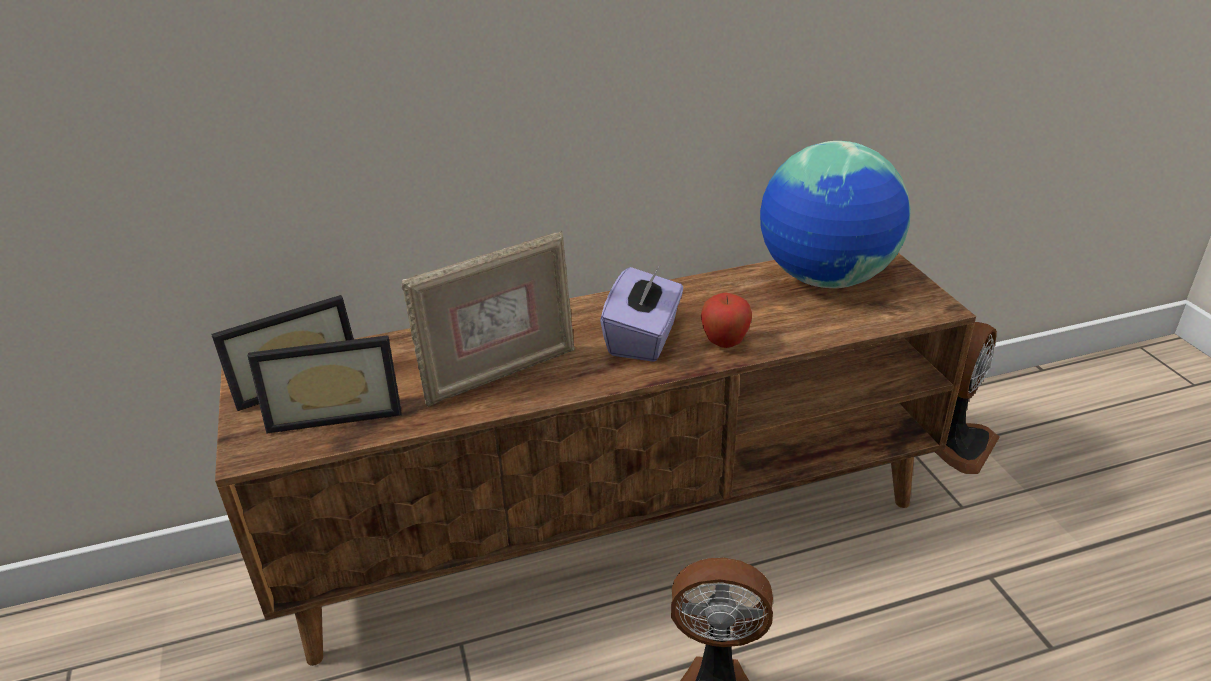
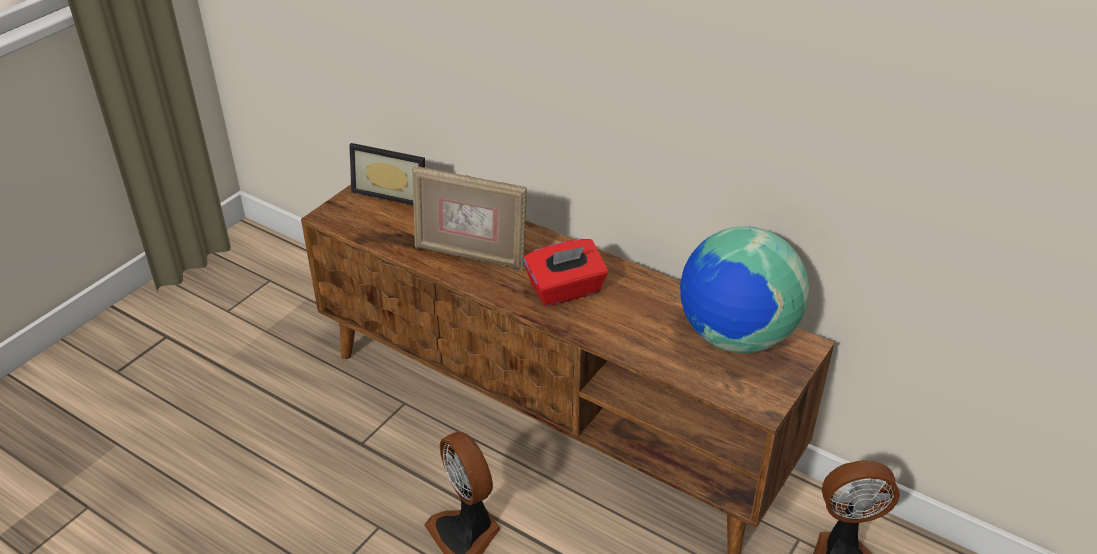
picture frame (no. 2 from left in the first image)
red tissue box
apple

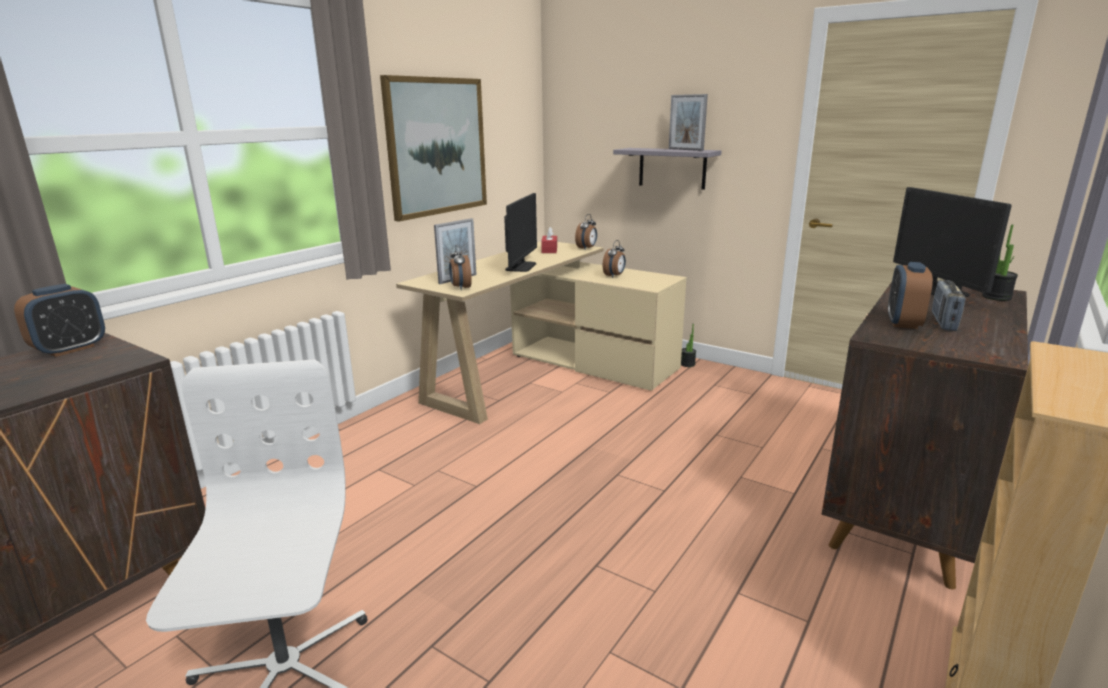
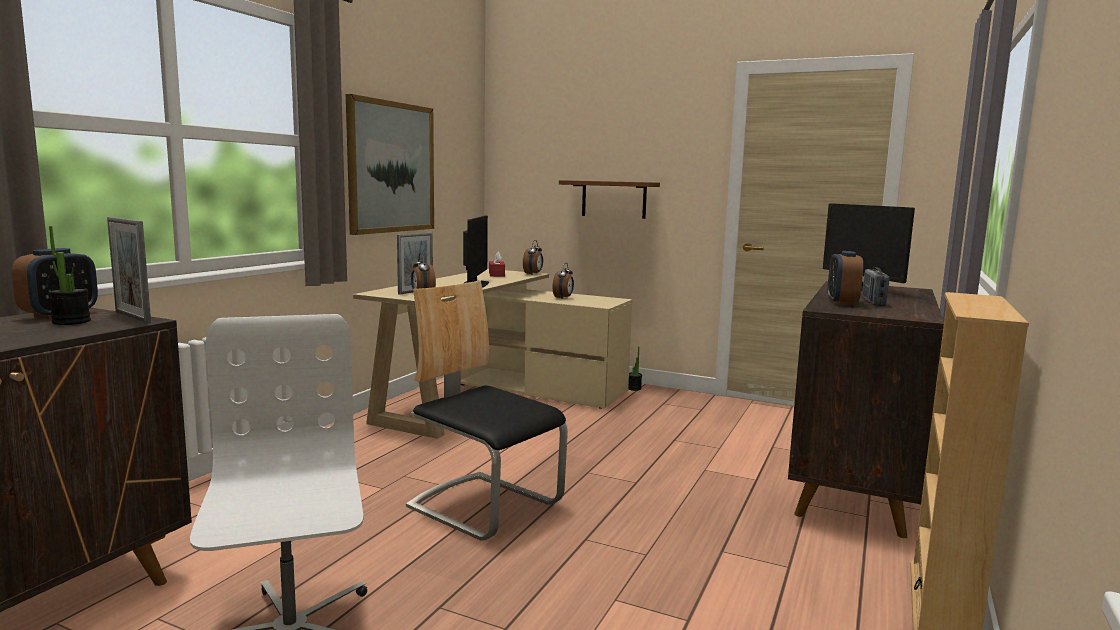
brown shelf
picture frame (no. 1 from left)
potted plant (no. 1 from left)
chair

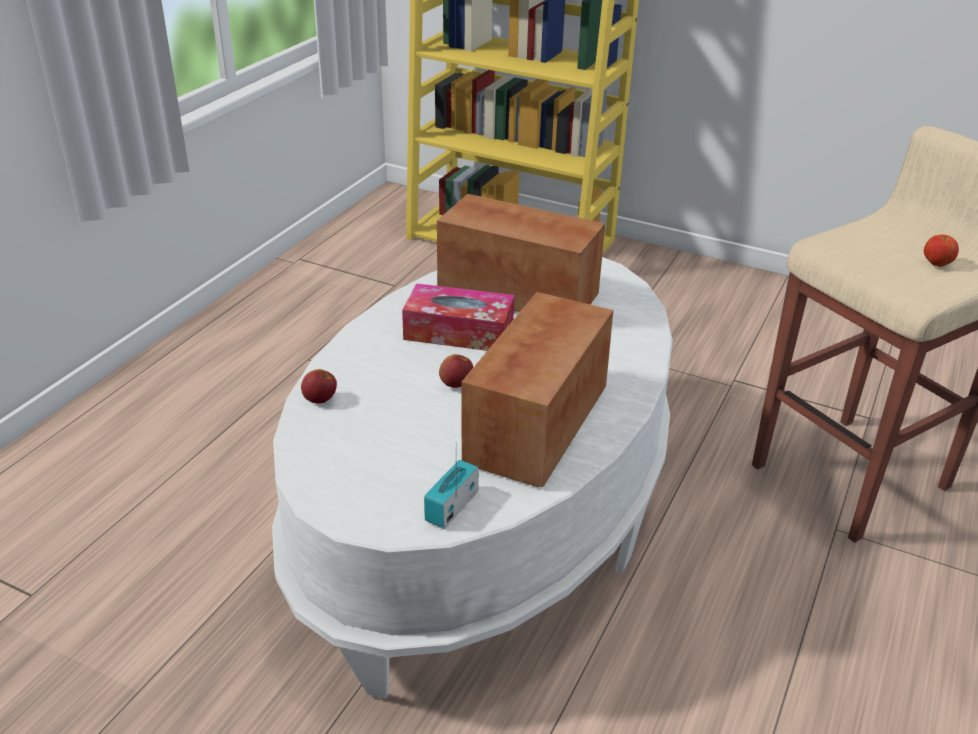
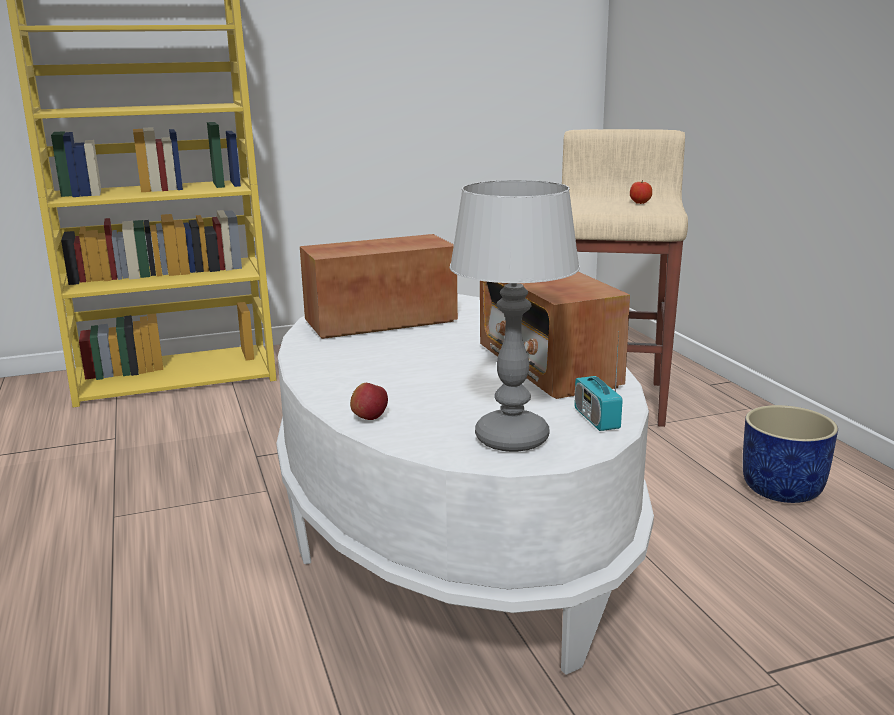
tissue box
apple (no. 2 from left in the first image)
table lamp
blue planter

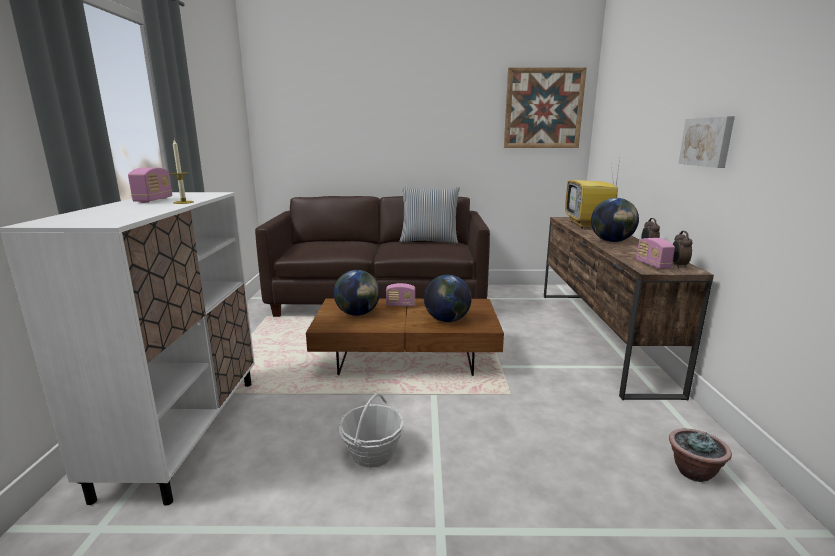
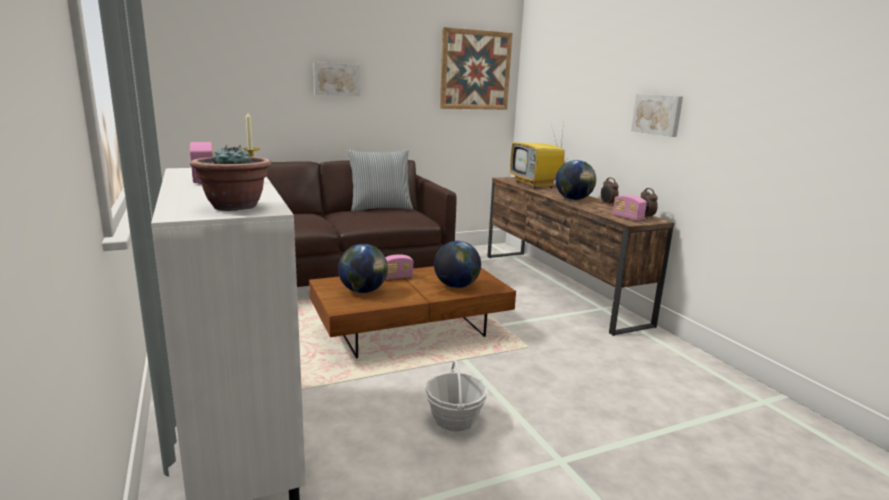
potted plant
picture (no. 1 from left)

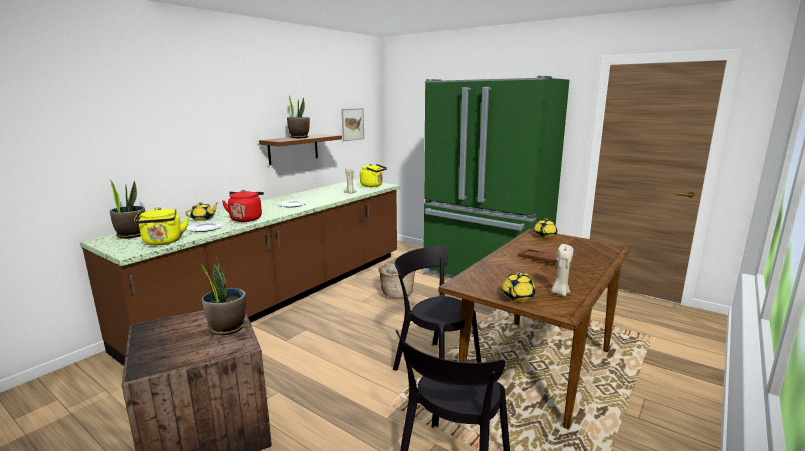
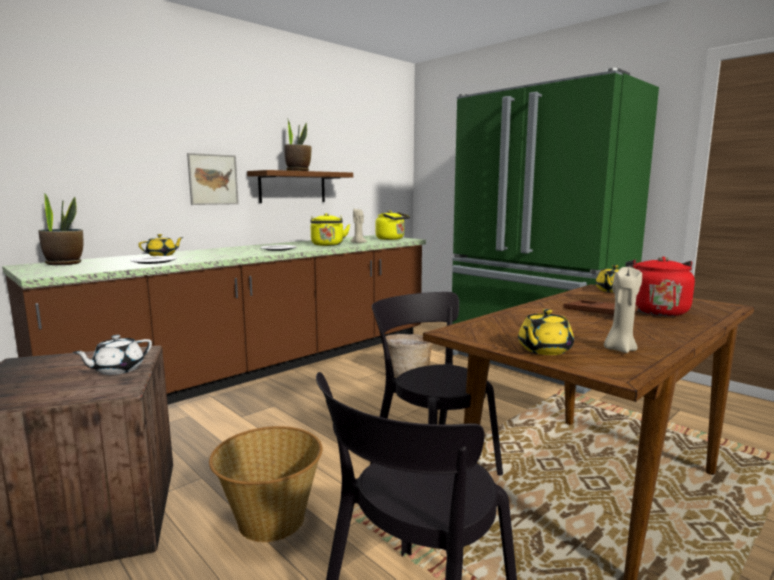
yellow kettle (no. 1 from left)
white teapot
red kettle
picture
basket (no. 1 from left)

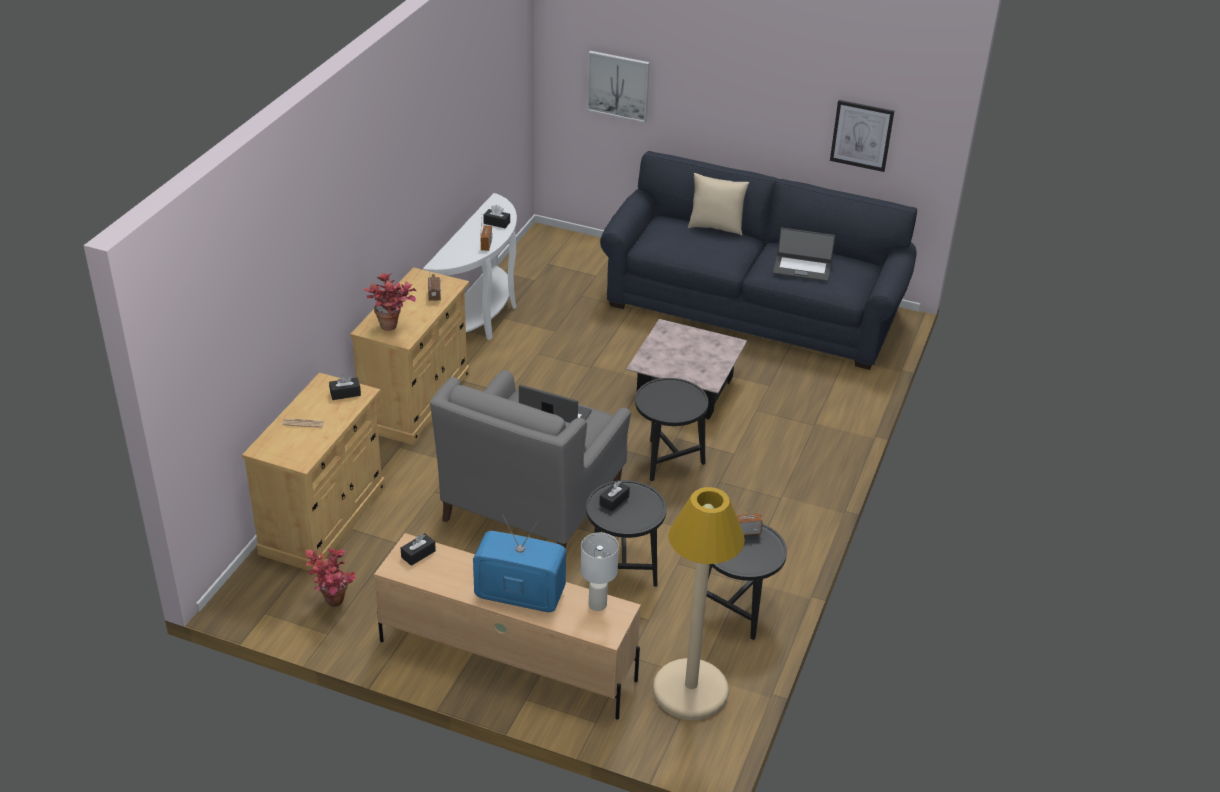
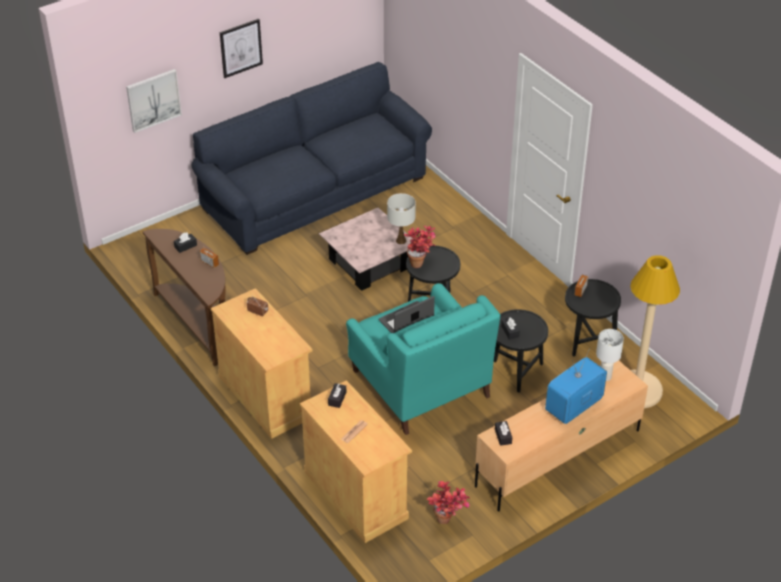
potted plant (no. 1 from left)
brown console table
turquoise armchair
beige pillow
laptop (no. 2 from left in the first image)
picture (no. 2 from left)
white table lamp (no. 1 from left)

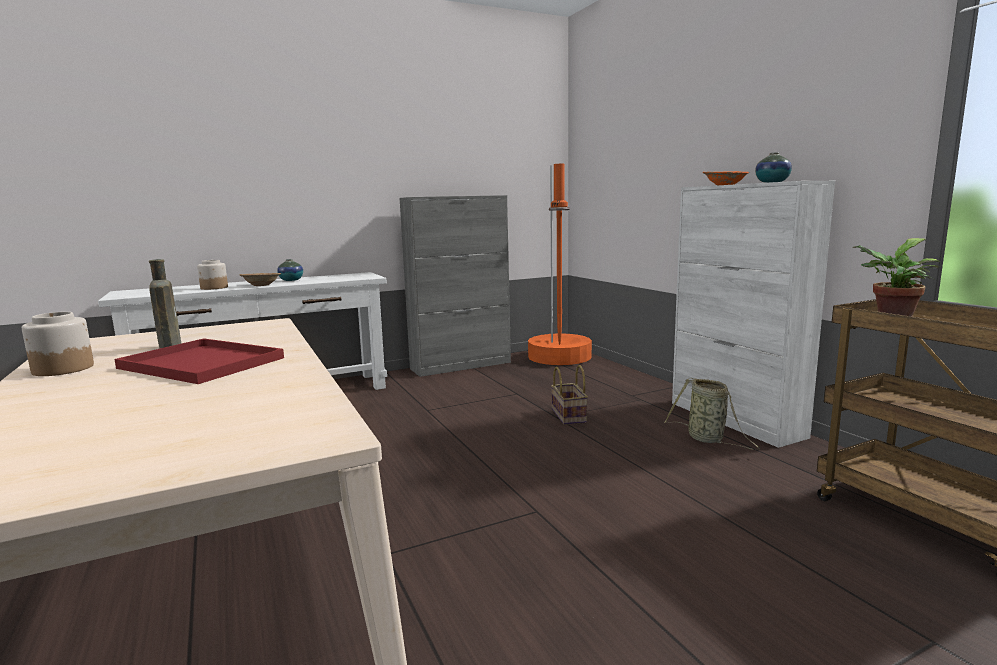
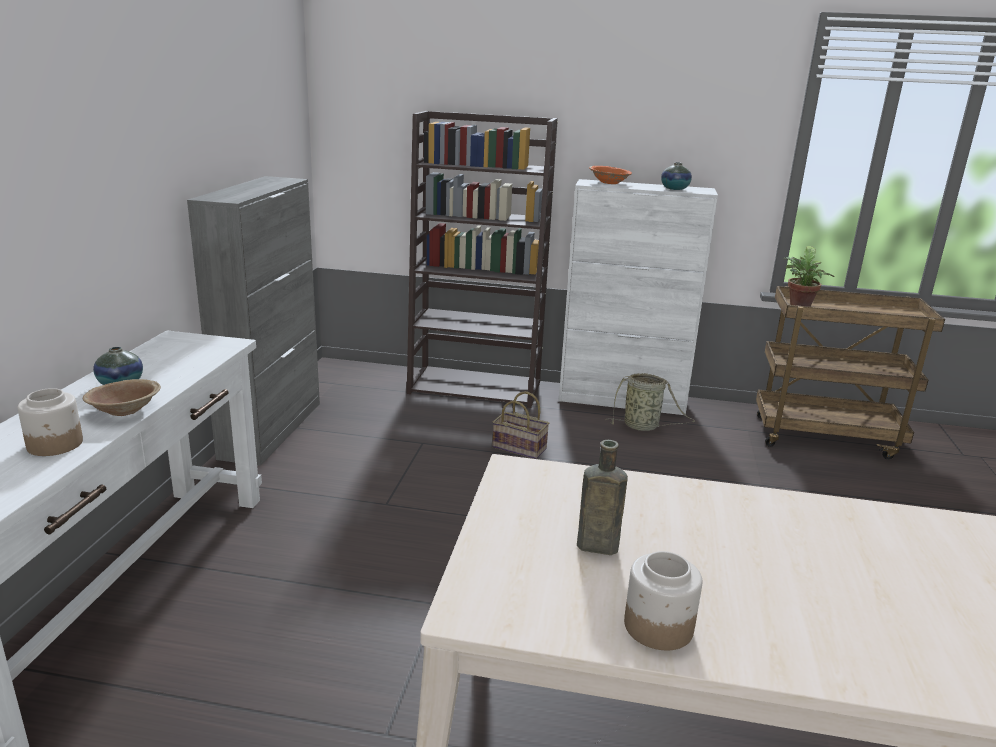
red tray
orange floor lamp
brown bookcase

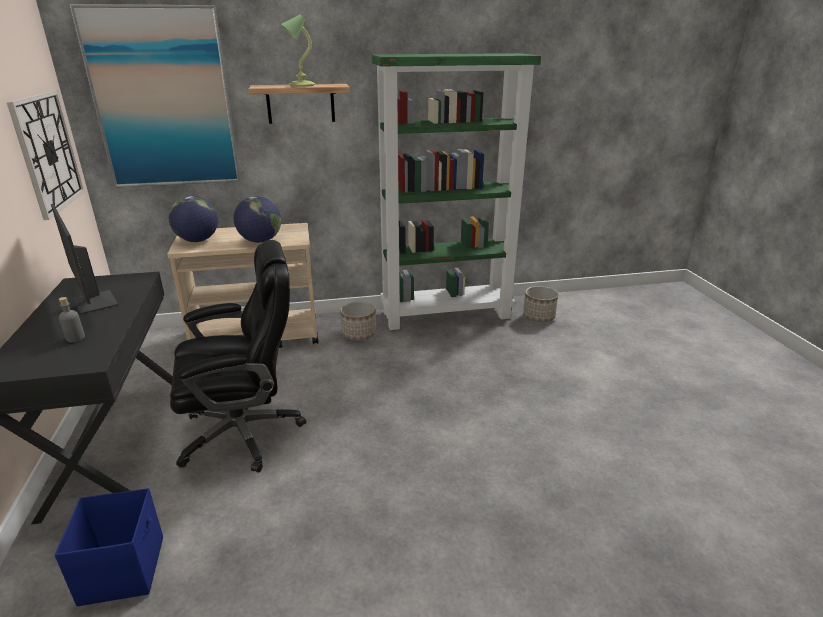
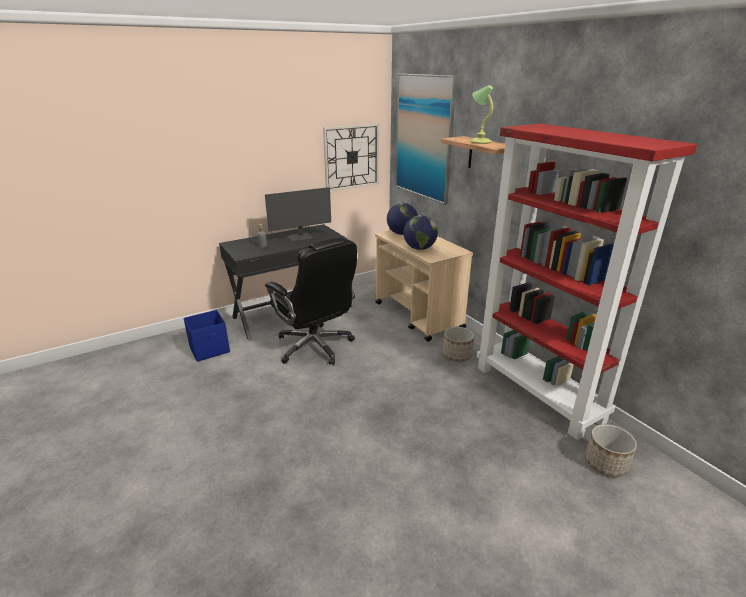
monitor
red bookcase

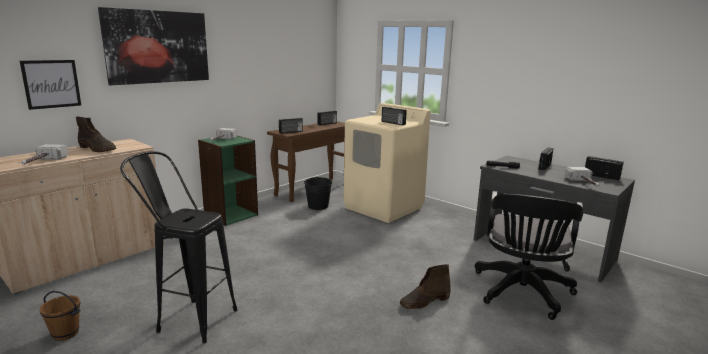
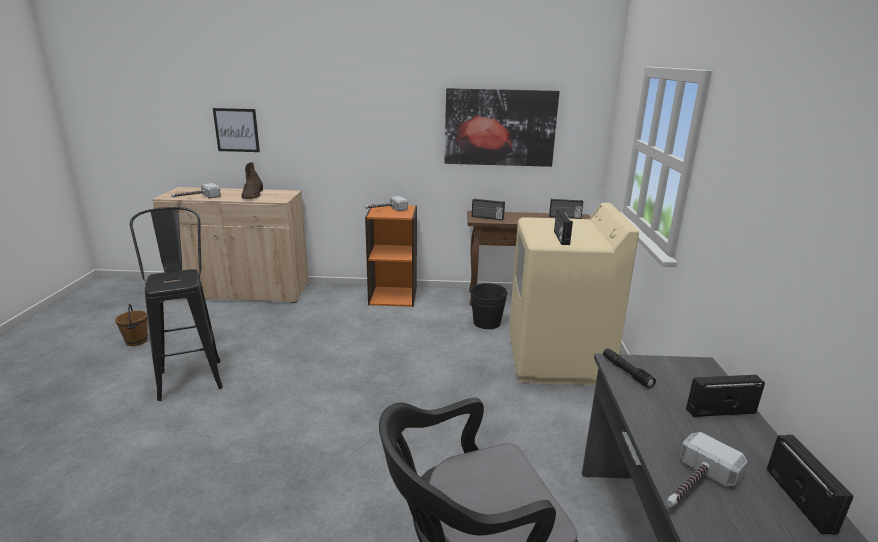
picture (no. 2 from left)
orange bookcase
brown boot (no. 2 from left in the first image)

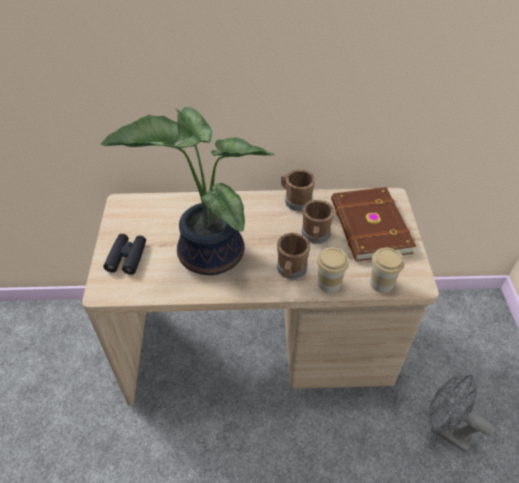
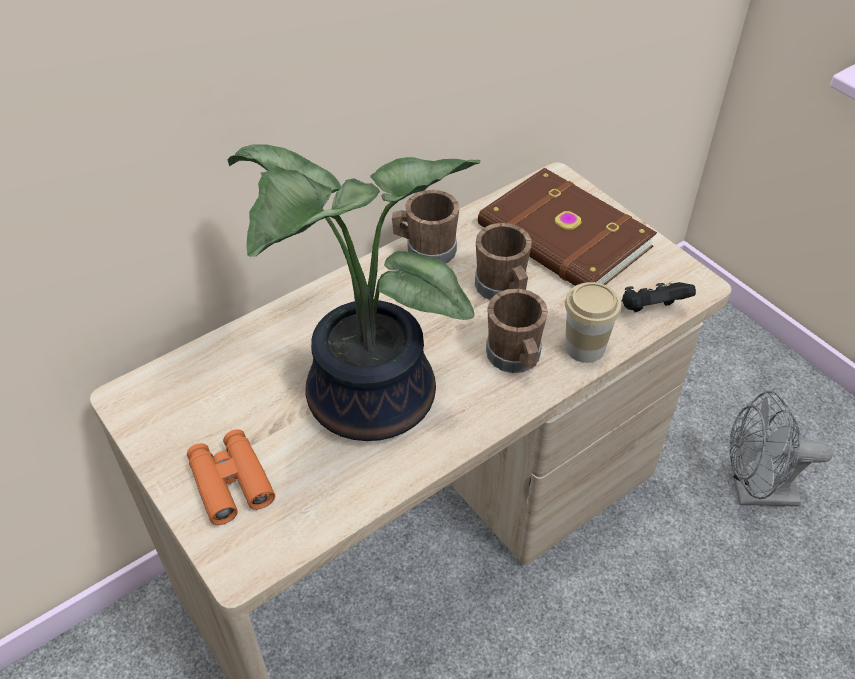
orange binoculars
black game controller

